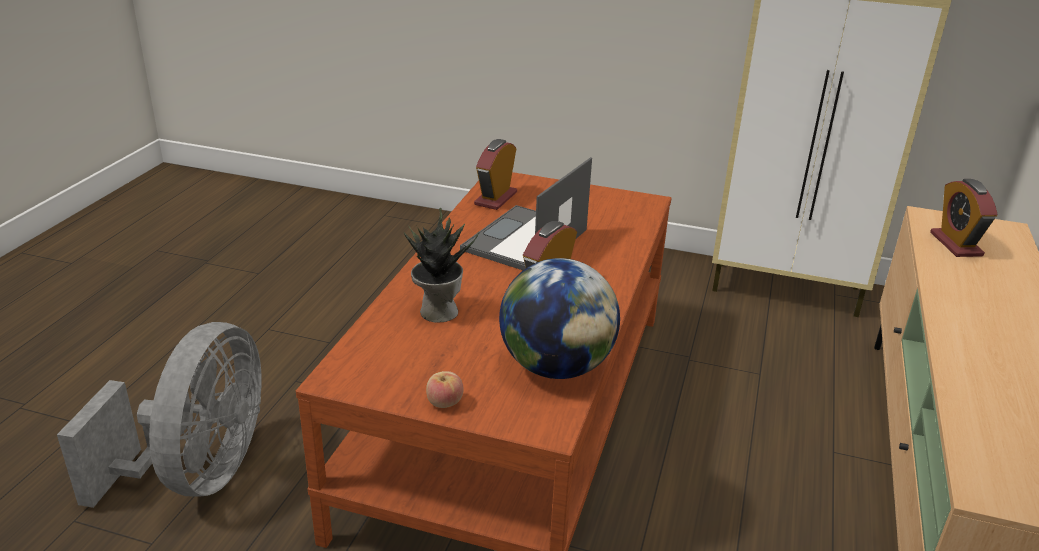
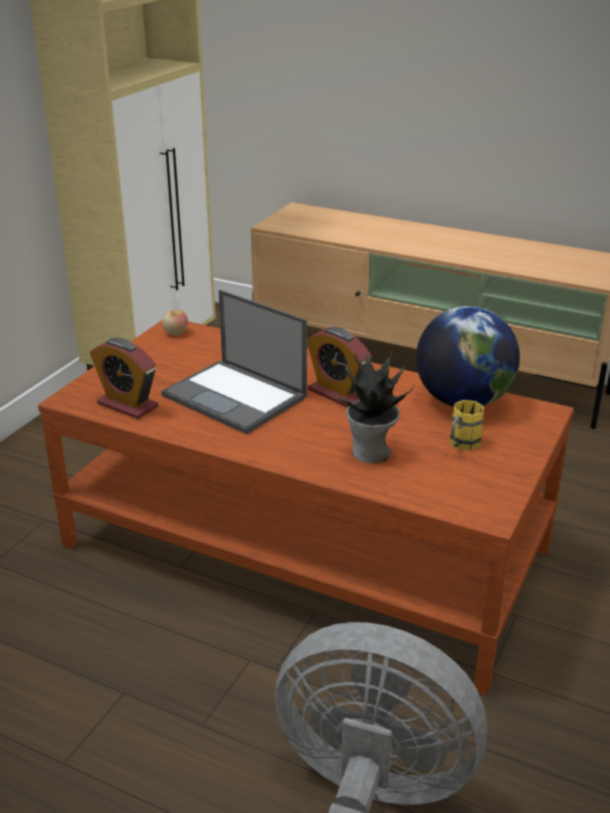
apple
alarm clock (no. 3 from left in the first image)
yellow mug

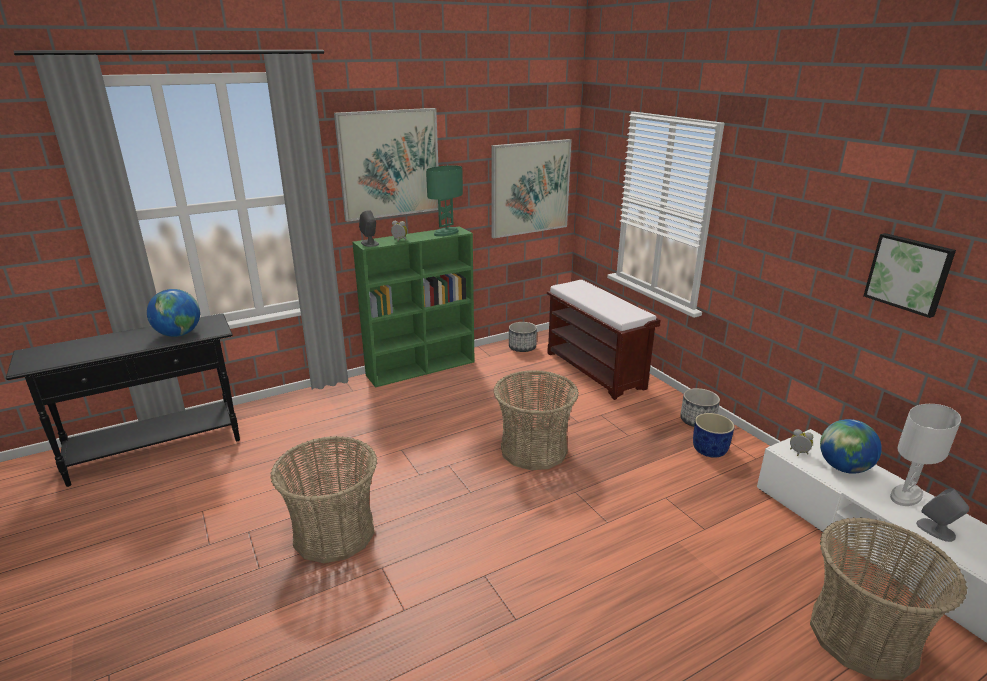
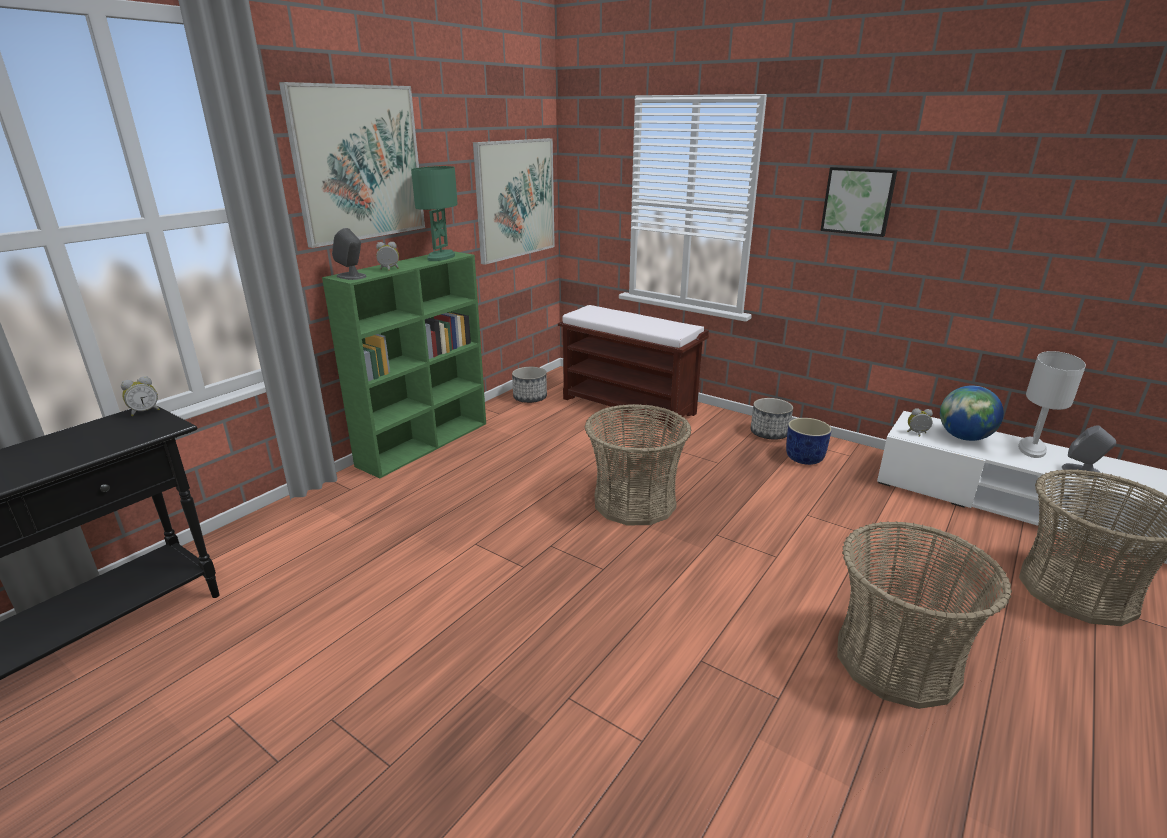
globe (no. 1 from left in the first image)
basket (no. 2 from left)
picture (no. 3 from left)
alarm clock (no. 1 from left)

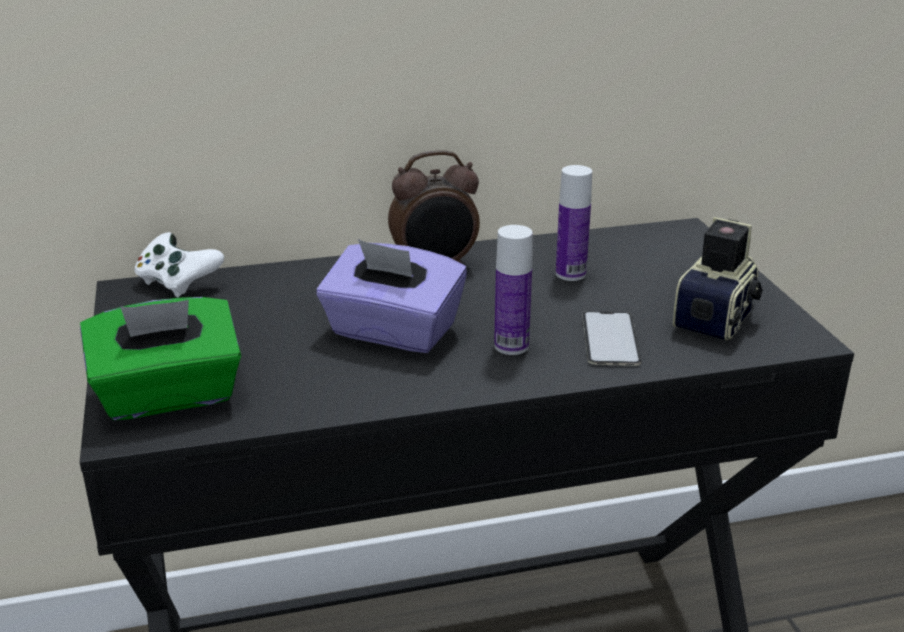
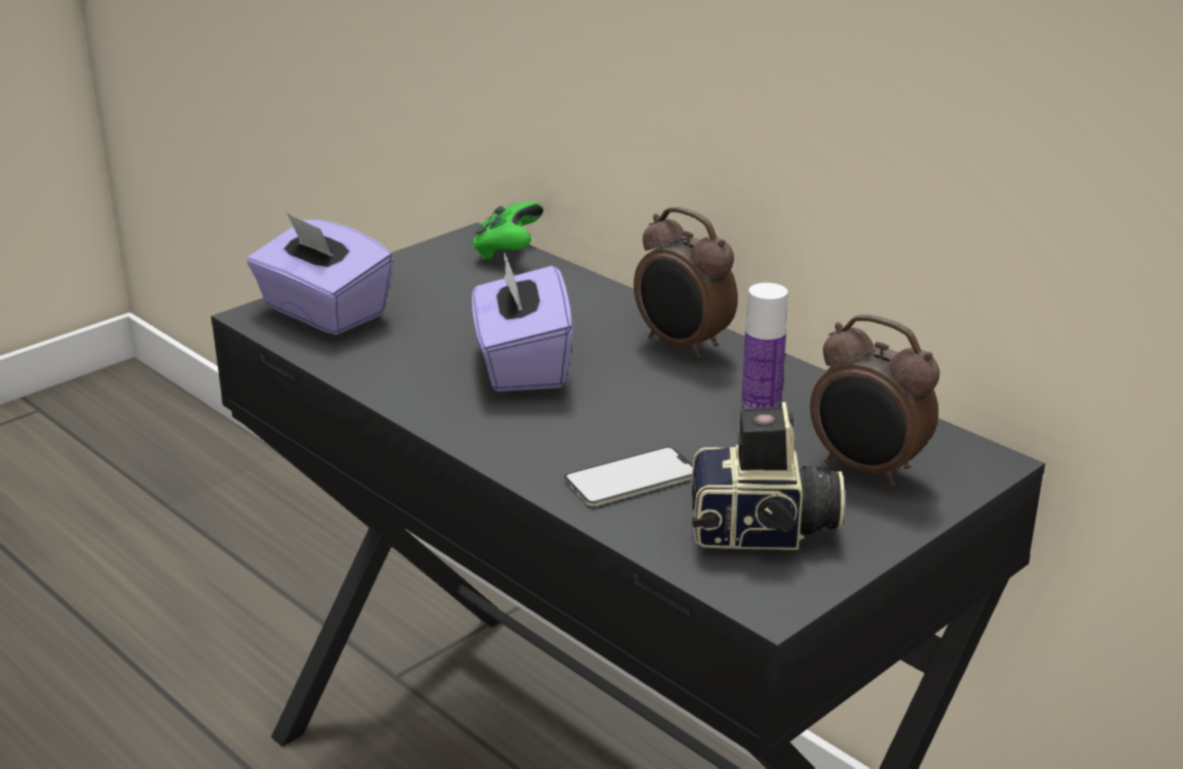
purple tissue box (no. 1 from left)
green game controller
bottle (no. 1 from left in the first image)
alarm clock (no. 2 from left)

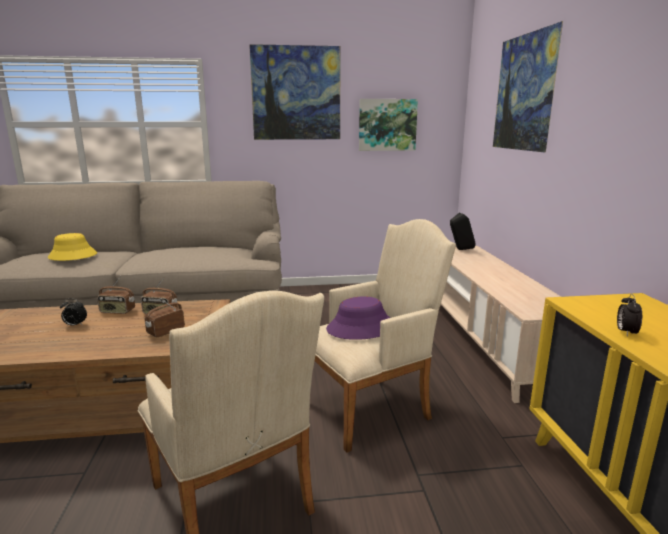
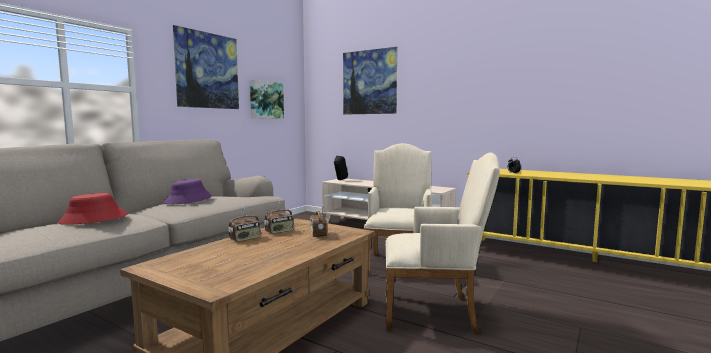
red hat
alarm clock (no. 1 from left in the first image)
purple hat

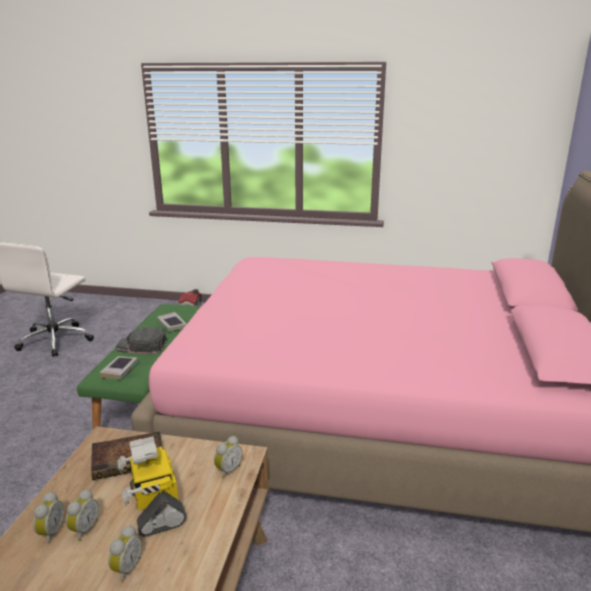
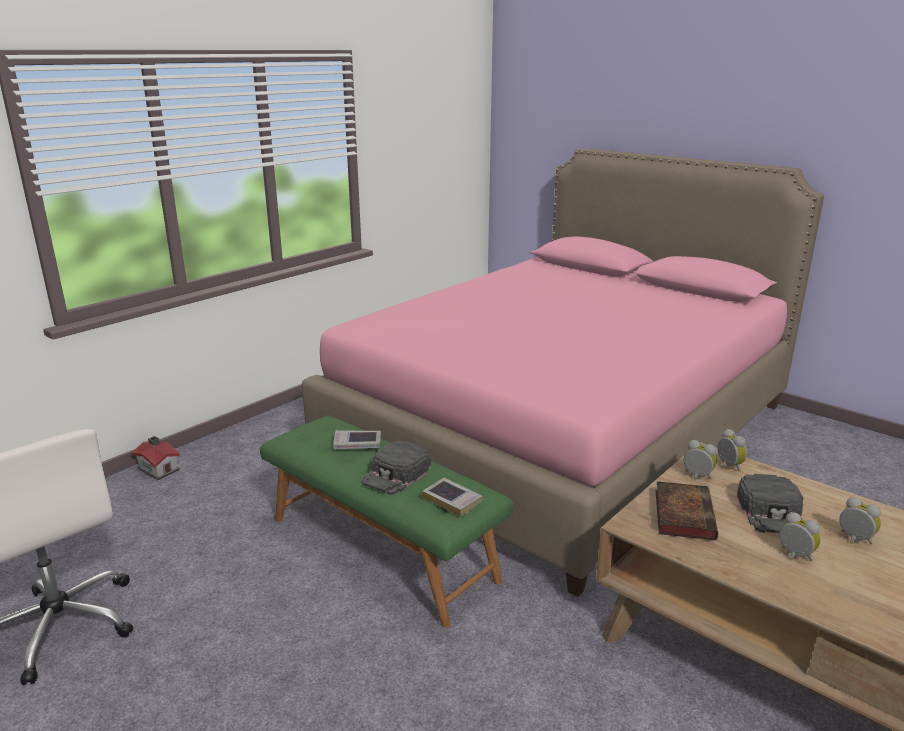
alarm clock (no. 1 from left)
black cap (no. 2 from left)

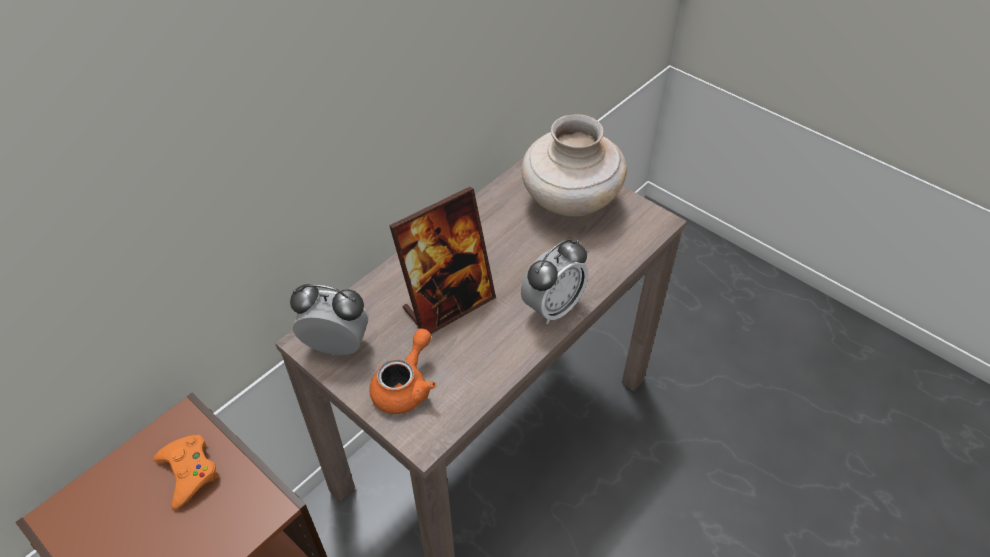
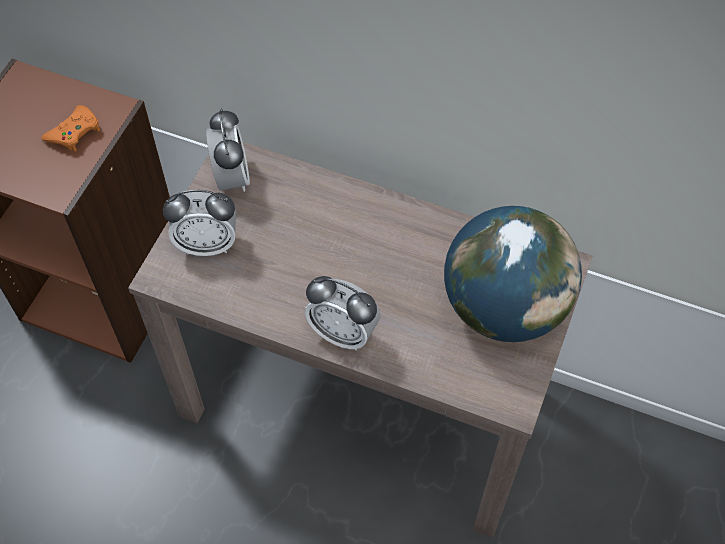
alarm clock (no. 1 from left)
picture frame
globe

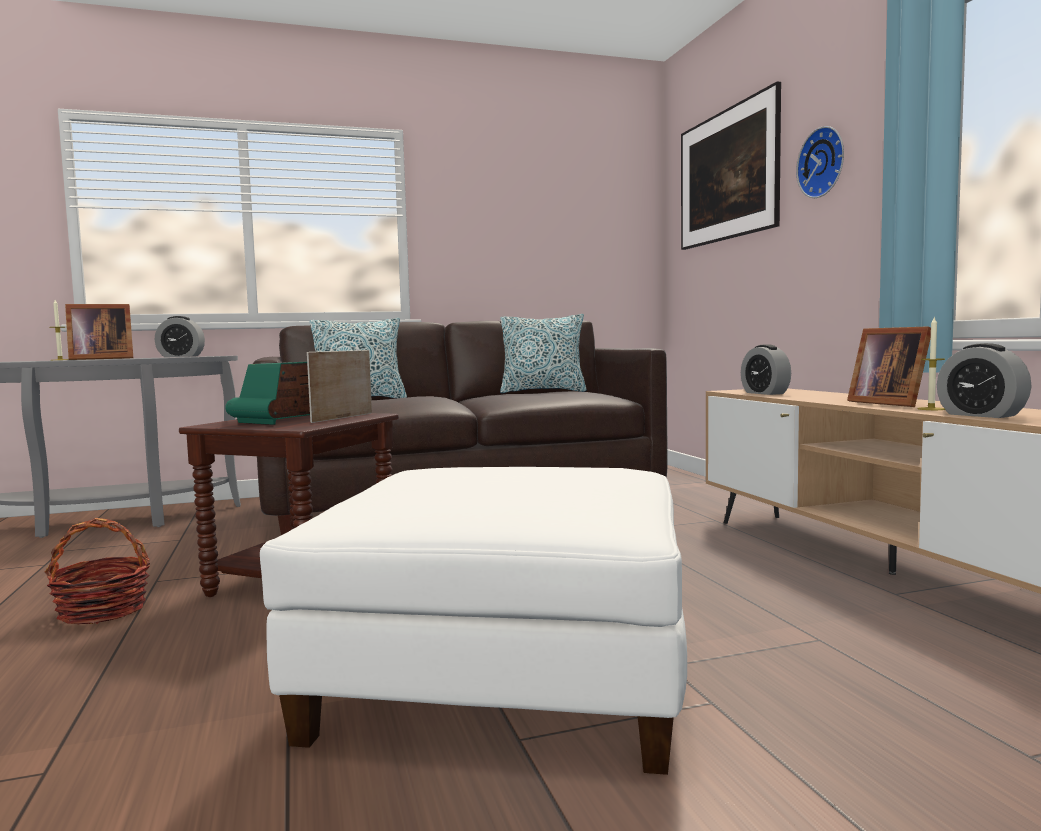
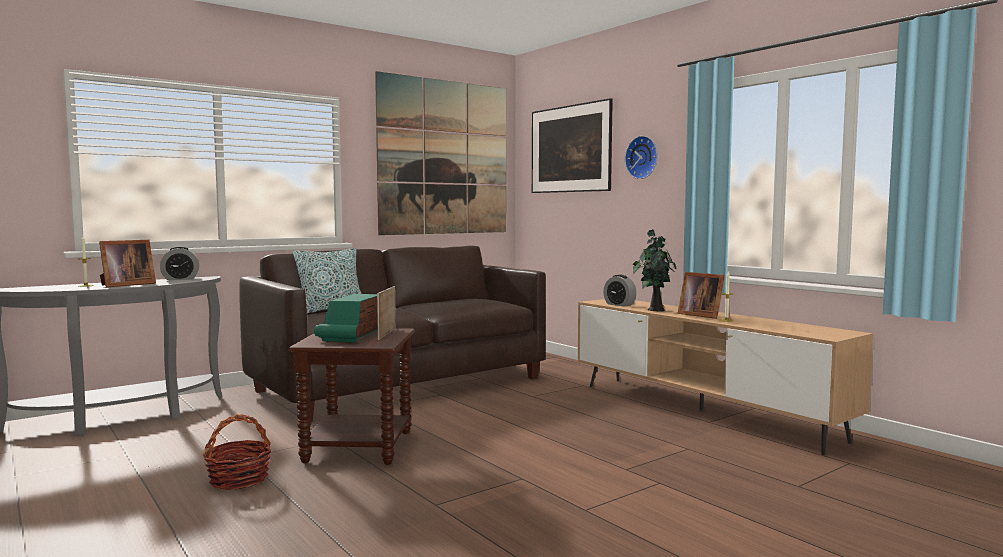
white ottoman
pillow (no. 2 from left in the first image)
alarm clock (no. 3 from left in the first image)
picture (no. 1 from left)
potted plant

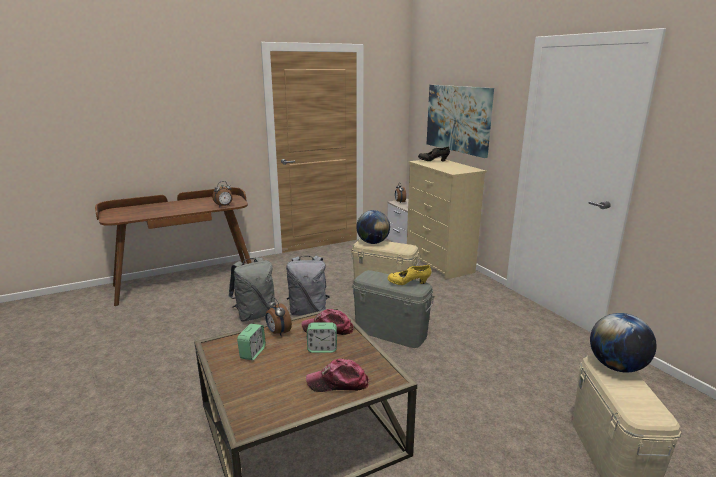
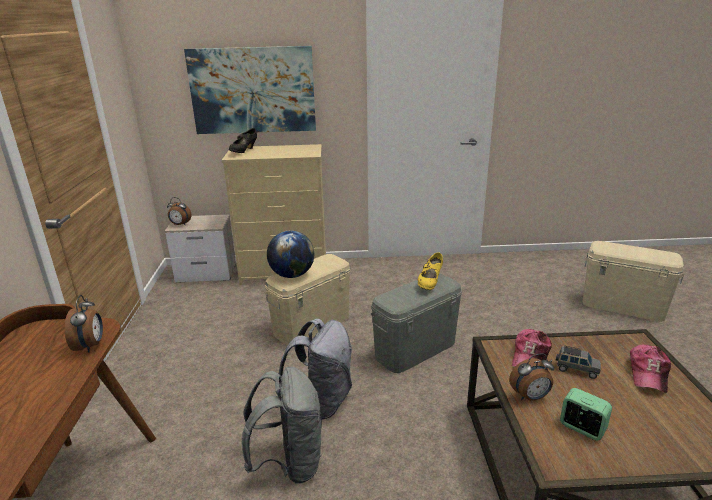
grey toy car
globe (no. 2 from left in the first image)

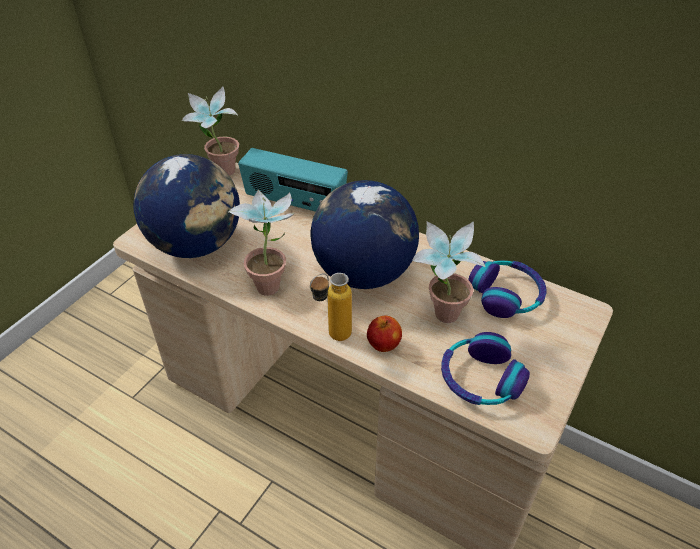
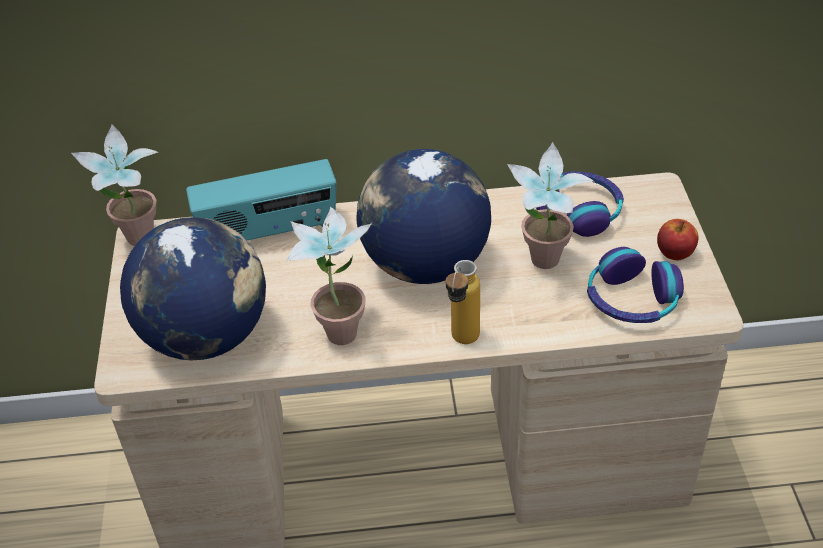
apple

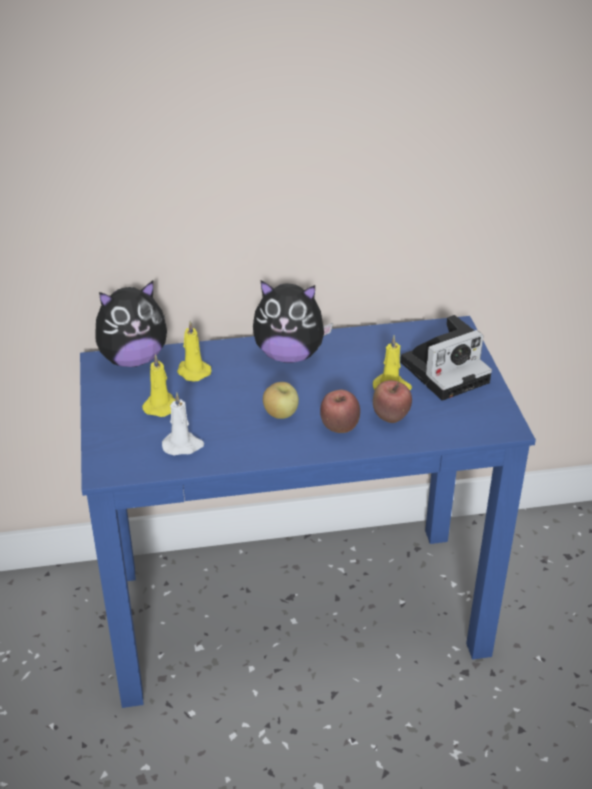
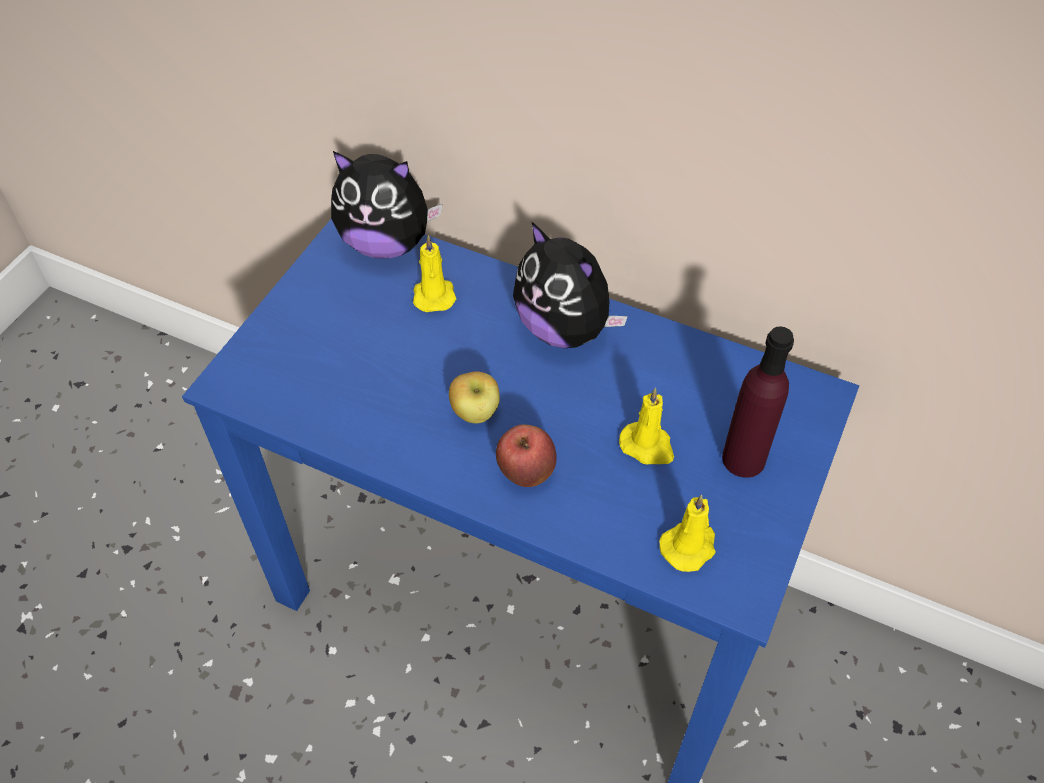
yellow candle (no. 3 from left)
white candle
apple (no. 3 from left in the first image)
purple bottle

